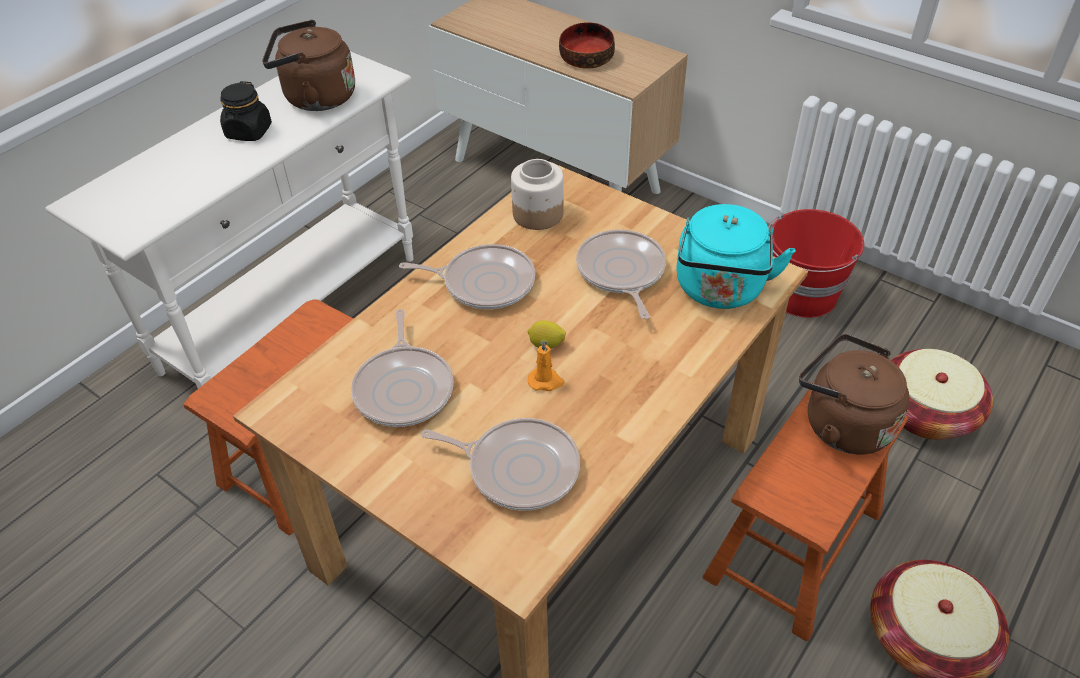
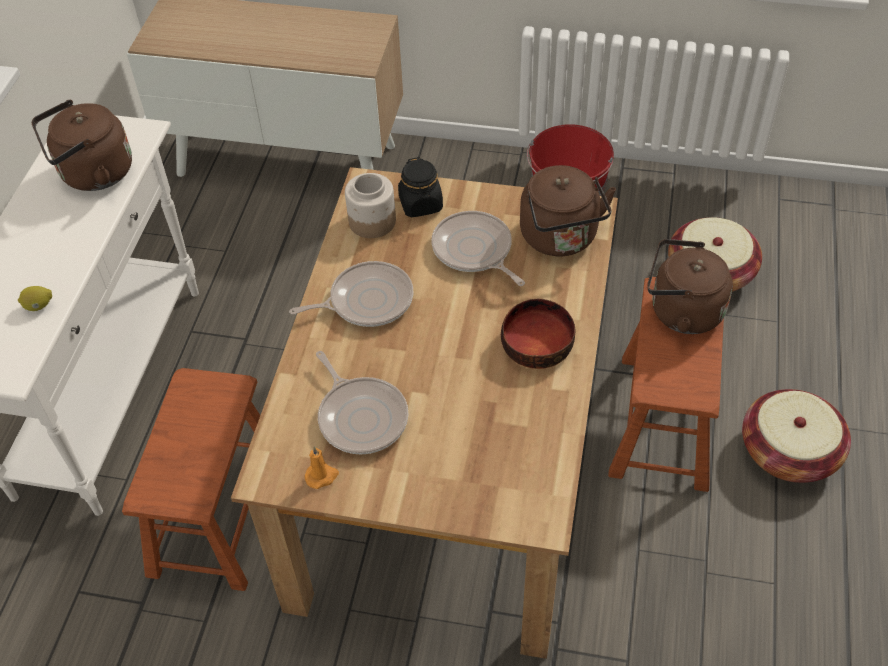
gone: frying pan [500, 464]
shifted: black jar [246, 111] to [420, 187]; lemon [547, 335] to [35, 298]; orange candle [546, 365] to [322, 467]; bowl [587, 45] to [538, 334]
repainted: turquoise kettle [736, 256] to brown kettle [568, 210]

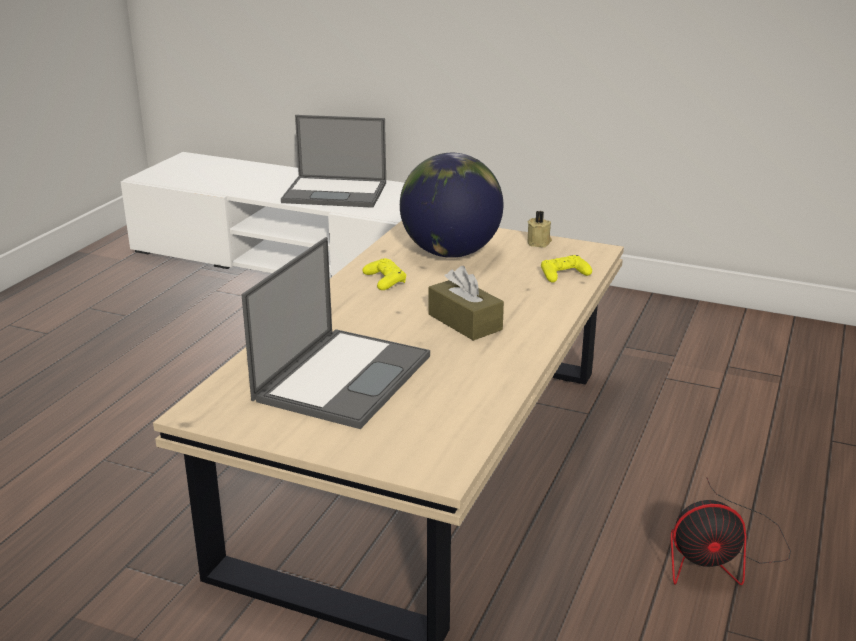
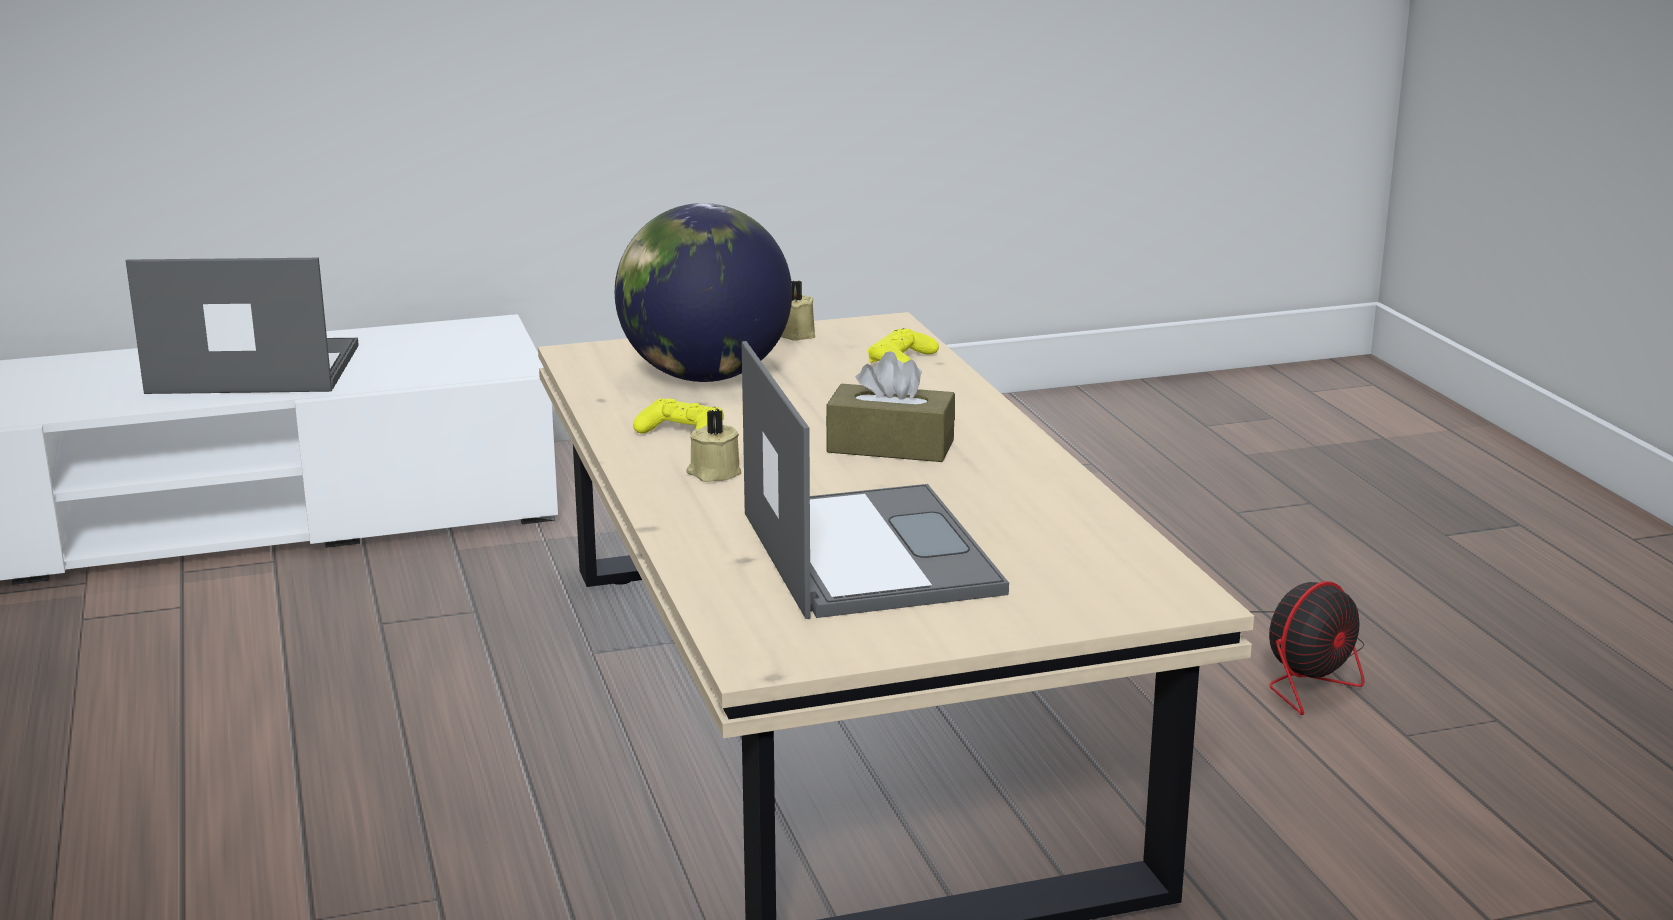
new: beige candle [713, 445]
rotated: laptop [333, 161] = [242, 326] 150 degrees counterclockwise

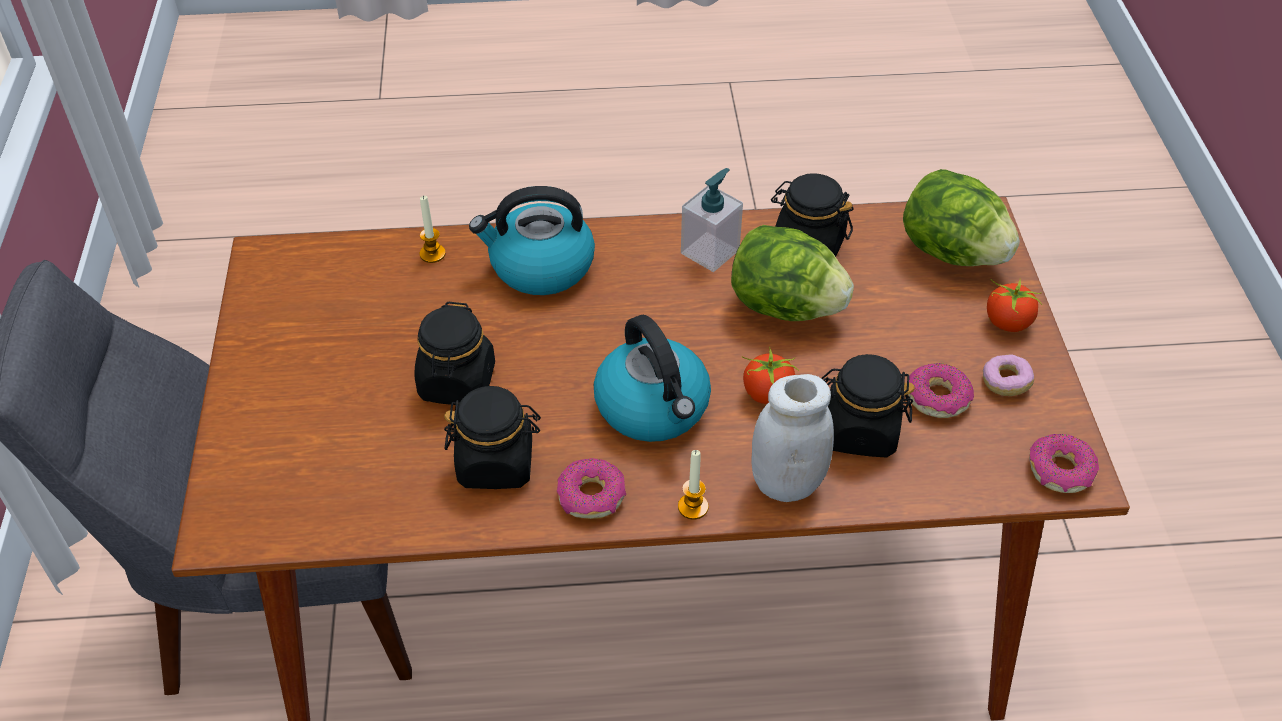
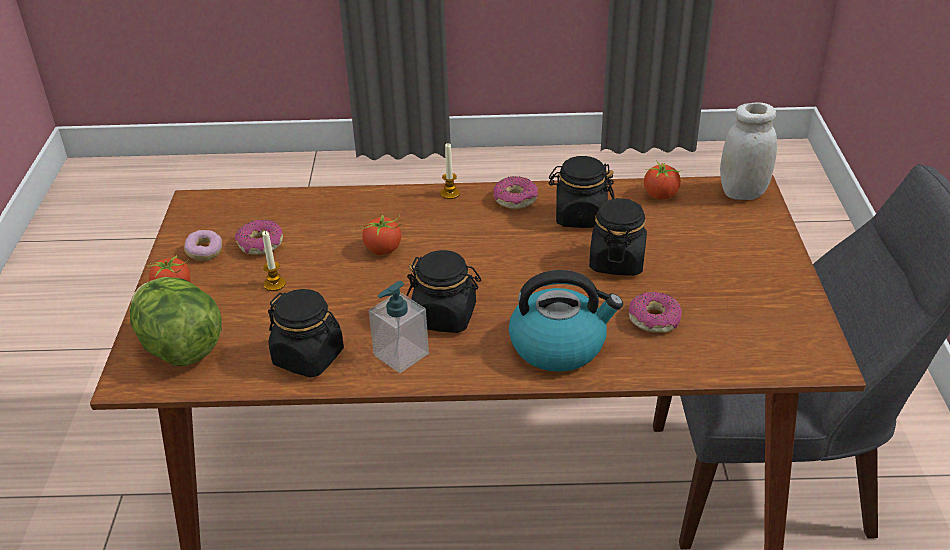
gone: kettle [652, 378]; lettuce [792, 273]
new: tomato [663, 179]
shifted: candle [433, 229] to [274, 261]; white jar [793, 438] to [748, 151]; black jar [868, 406] to [444, 291]; donut [1064, 463] to [655, 312]

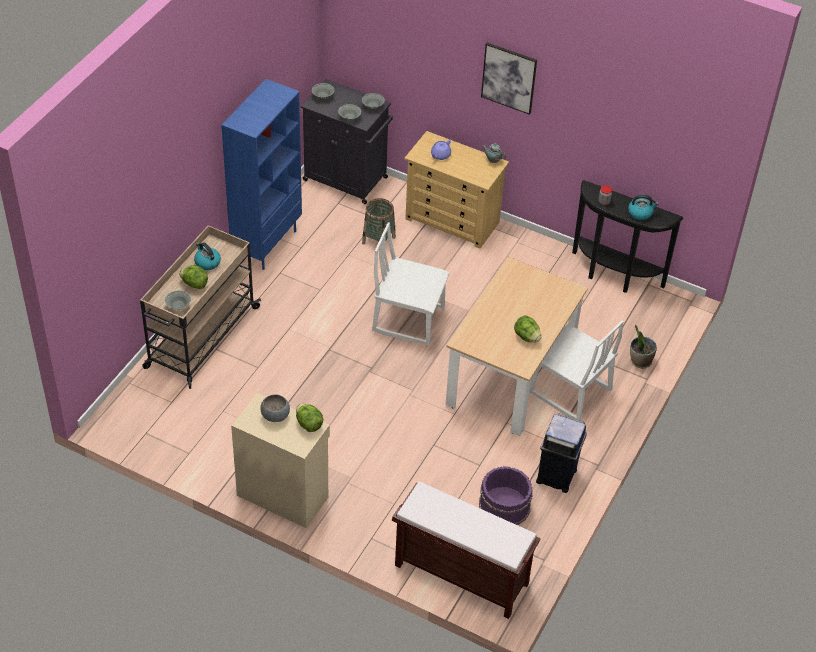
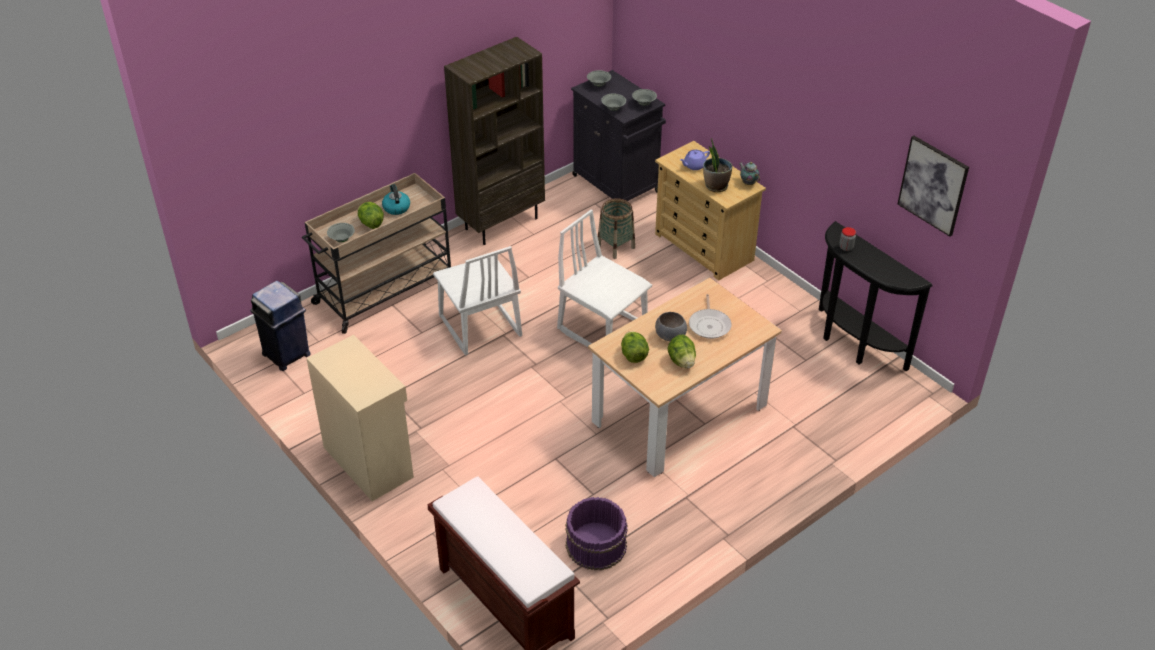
gone: kettle [643, 207]
new: frying pan [710, 316]
shifted: grey bowl [275, 408] to [671, 326]; lettuce [309, 418] to [635, 347]; picture [509, 79] to [933, 186]; white chair [577, 370] to [477, 300]; blue trash can [561, 453] to [280, 326]; potted plant [643, 347] to [717, 165]
repainted: blue bookcase [261, 174] to brown bookcase [494, 141]

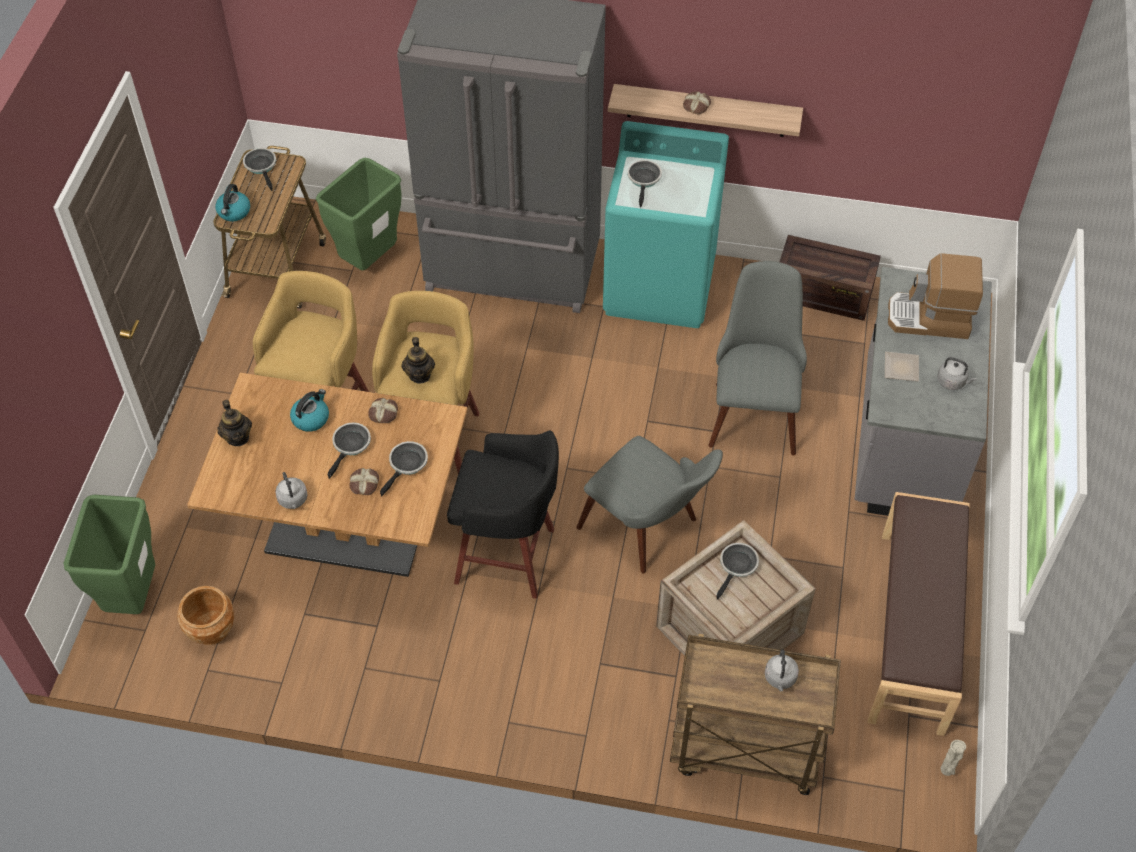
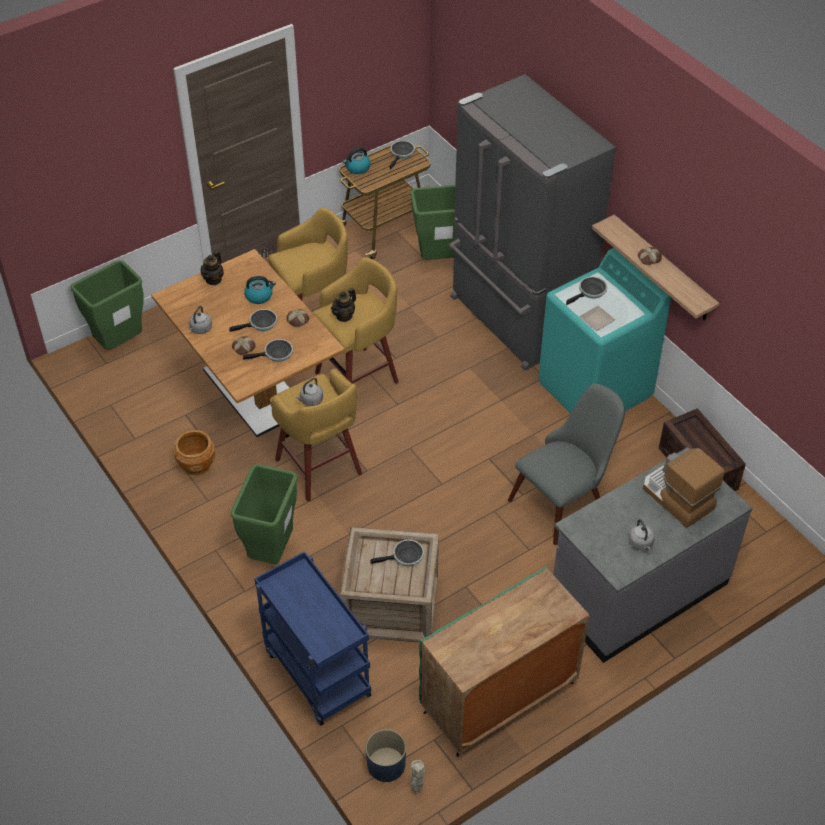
gone: grey chair [649, 504]
new: green trash can [264, 514]; blue planter [386, 755]
shifted: brown planter [205, 615] to [194, 452]; grey kettle [782, 670] to [309, 392]; plate [902, 366] to [597, 318]
swapped: brown bench [919, 614] to green cabinet [504, 661]
repainted: black stool [503, 514] to yellow stool [316, 435]; brown cart [755, 714] to blue cart [312, 638]

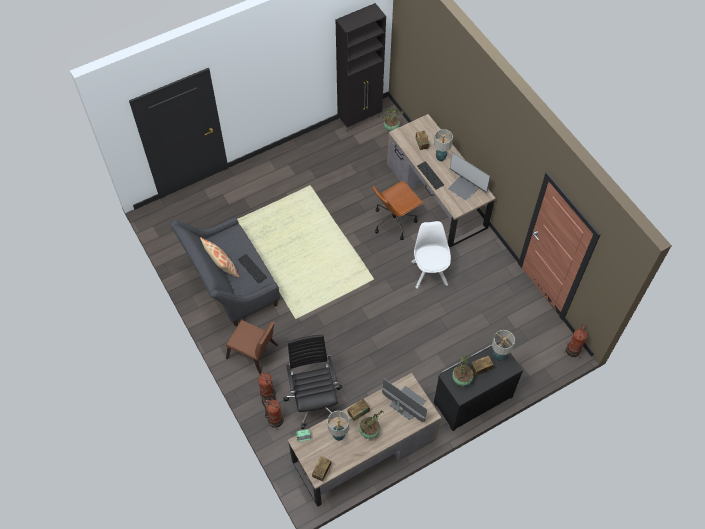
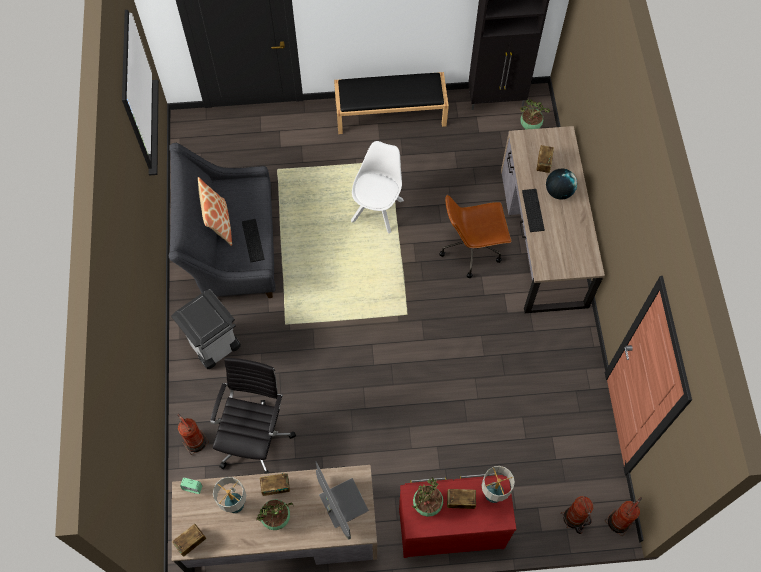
gone: monitor [469, 176]
new: black bench [391, 103]
shifted: fire extinguisher [267, 386] to [577, 515]; white chair [431, 255] to [377, 187]
swapped: brown chair [252, 347] to grey trash can [206, 329]; table lamp [443, 145] to globe [561, 184]
repainted: black dresser [478, 386] to red dresser [457, 515]

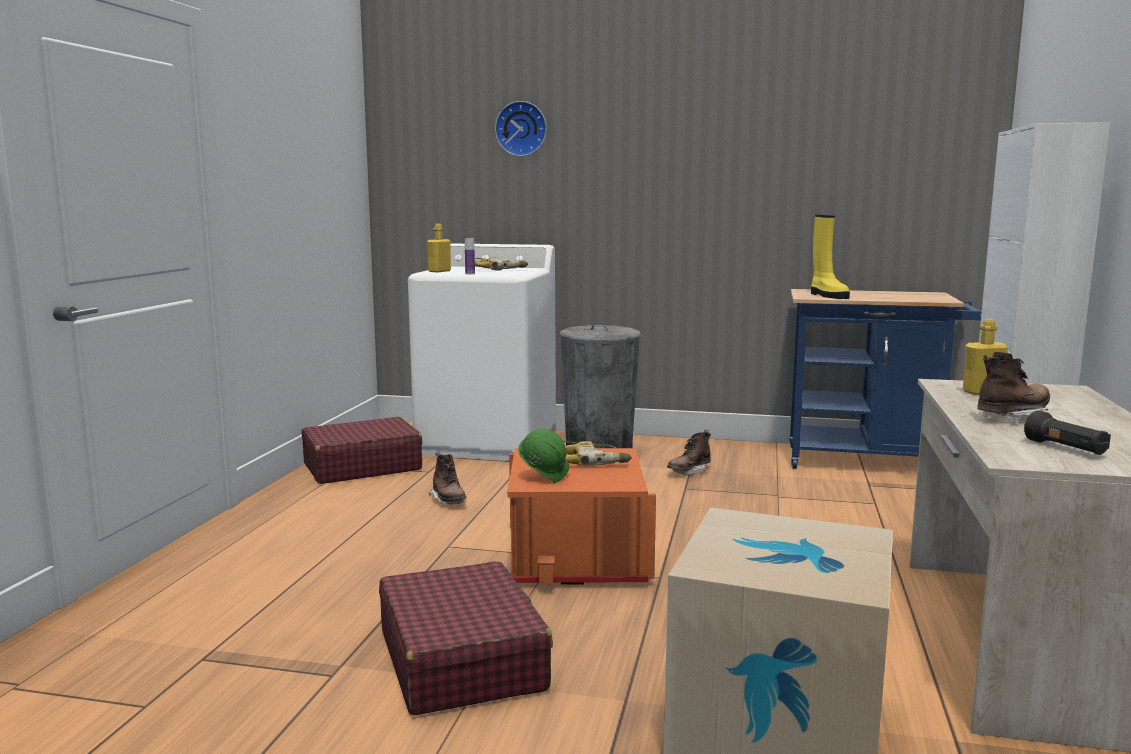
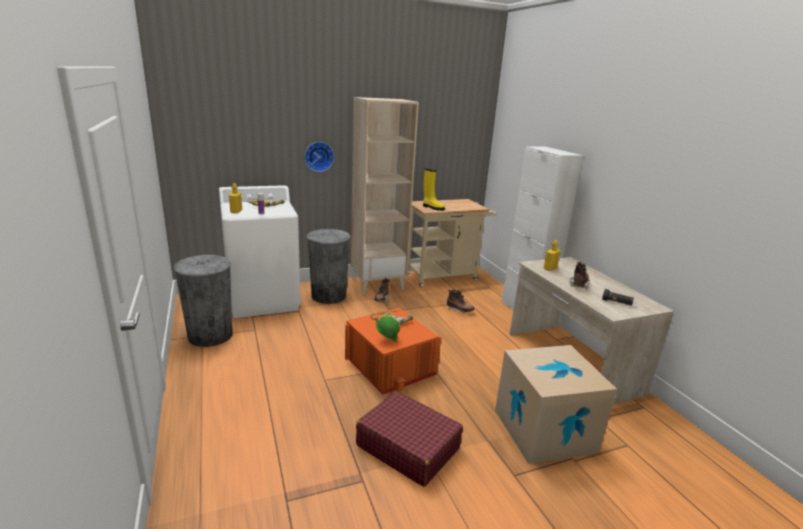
new: beige bookcase [385, 195]
shifted: brown boot [447, 478] to [461, 301]; wall clock [521, 128] to [319, 157]
swapped: red suitcase [361, 450] to grey trash can [203, 301]
repainted: blue cart [886, 379] to beige cart [452, 243]

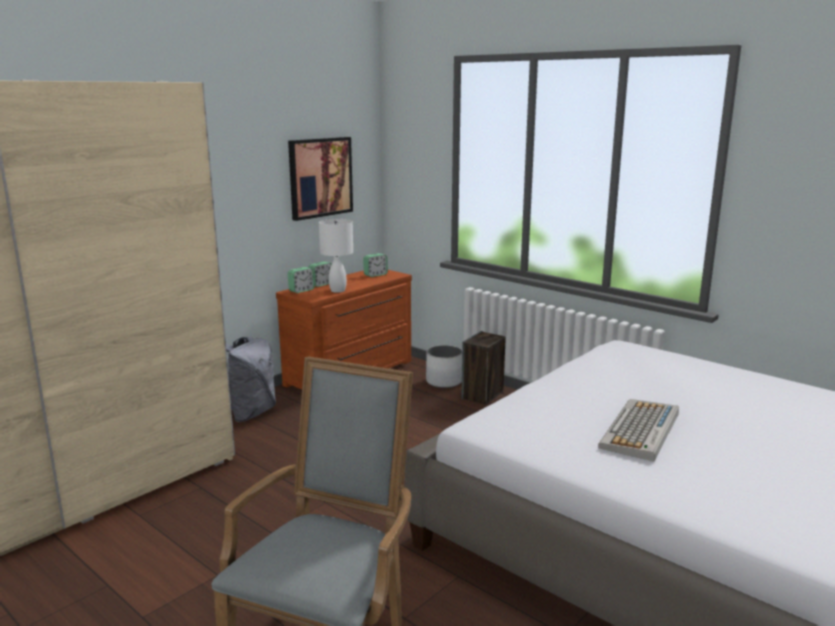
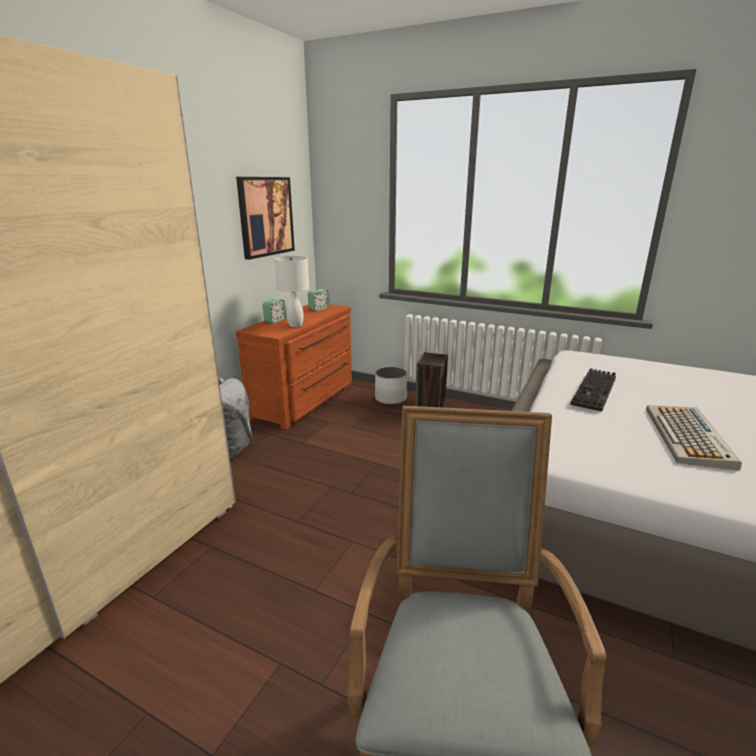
gone: alarm clock [301, 280]
new: keyboard [593, 390]

